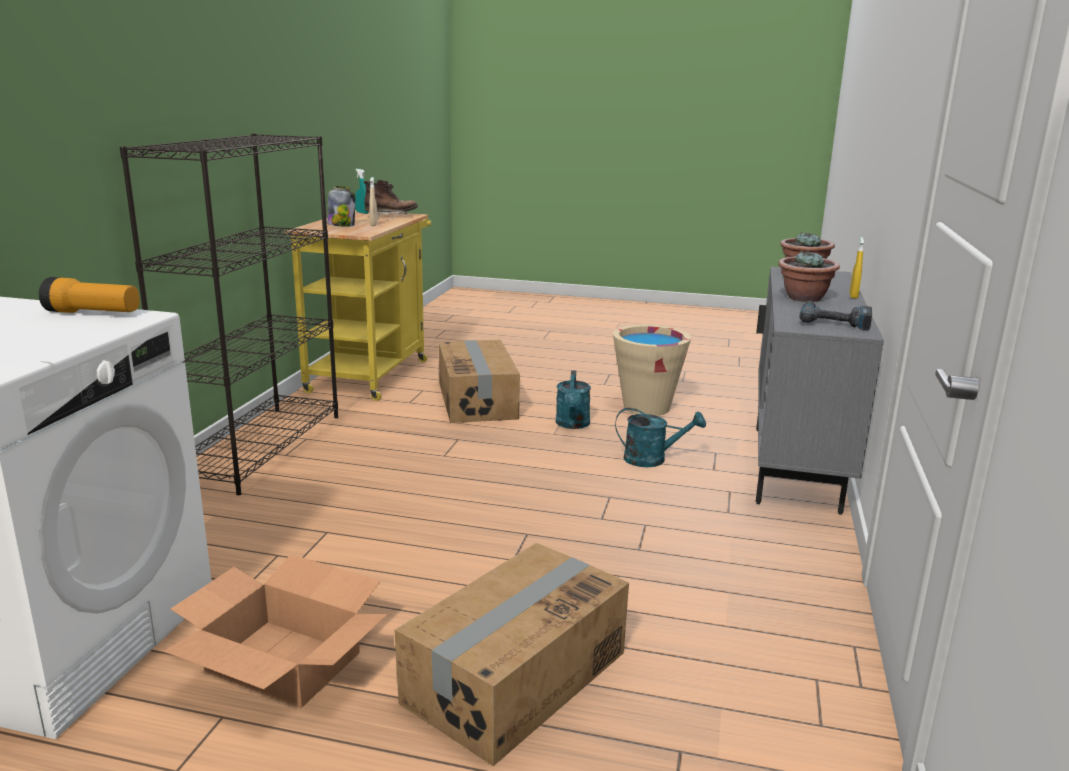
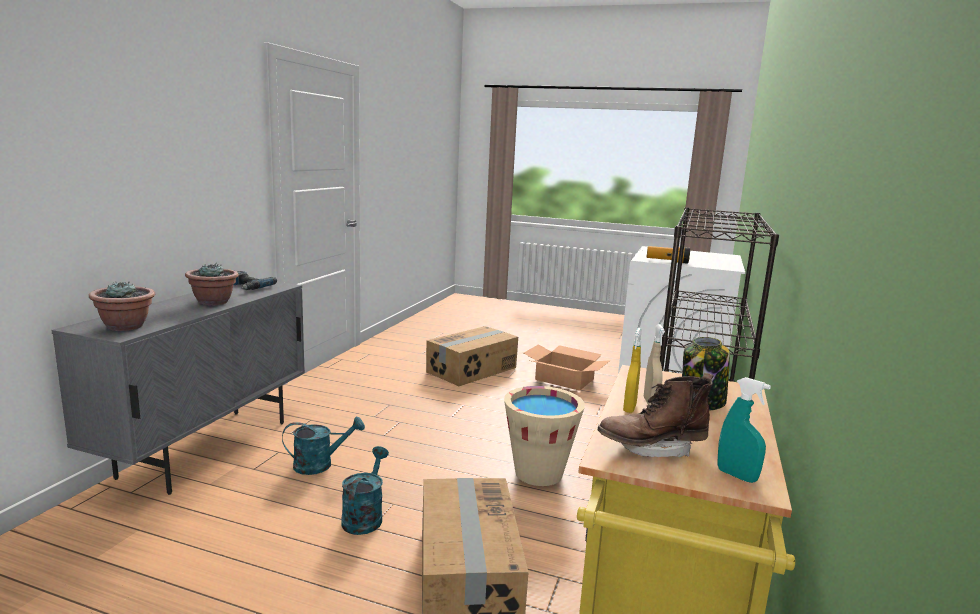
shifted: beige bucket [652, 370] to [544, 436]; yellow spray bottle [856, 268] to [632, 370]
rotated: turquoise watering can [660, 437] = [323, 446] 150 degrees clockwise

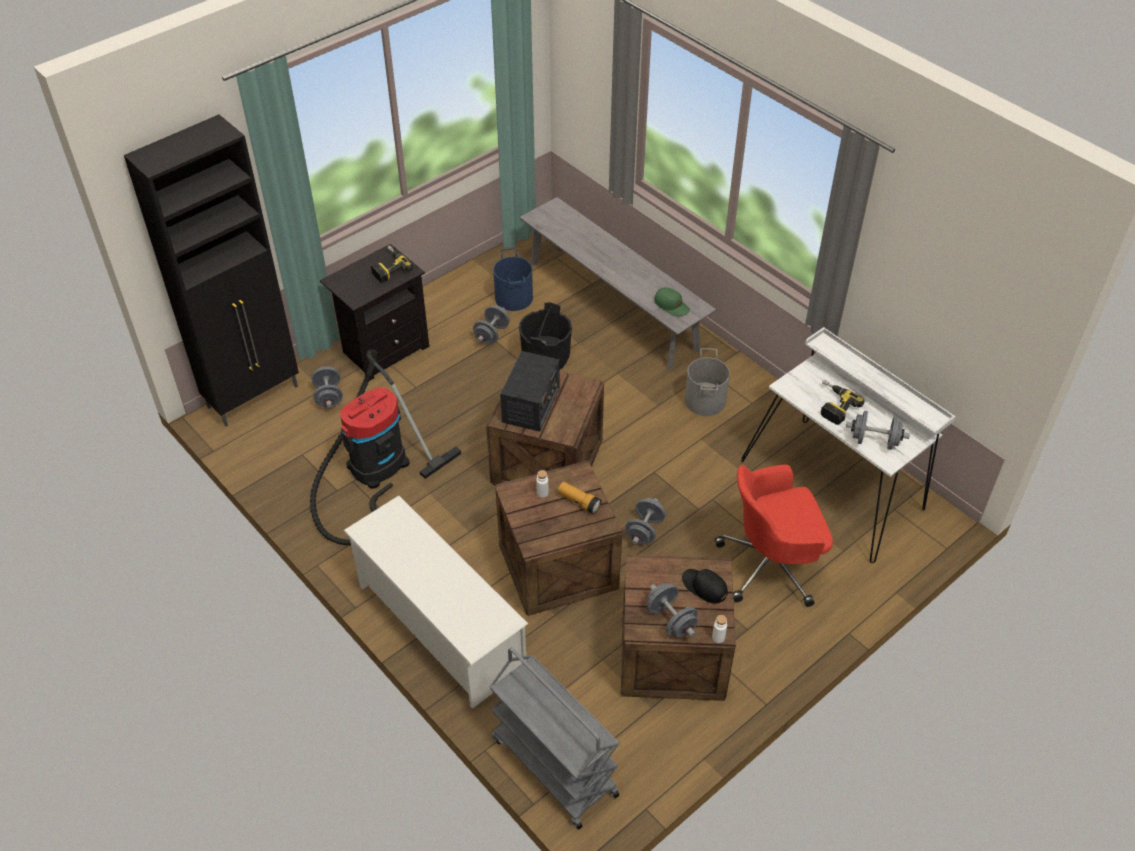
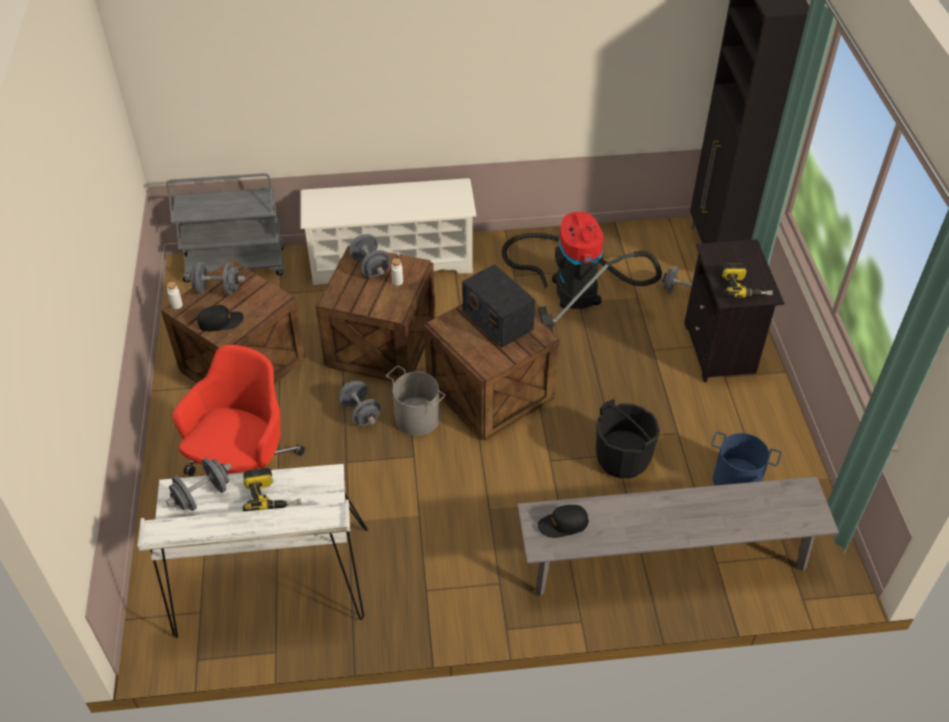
gone: flashlight [580, 498]
shifted: grey dumbbell [491, 325] to [369, 255]; grey bucket [707, 382] to [415, 401]
repainted: green cap [672, 301] to black cap [563, 521]

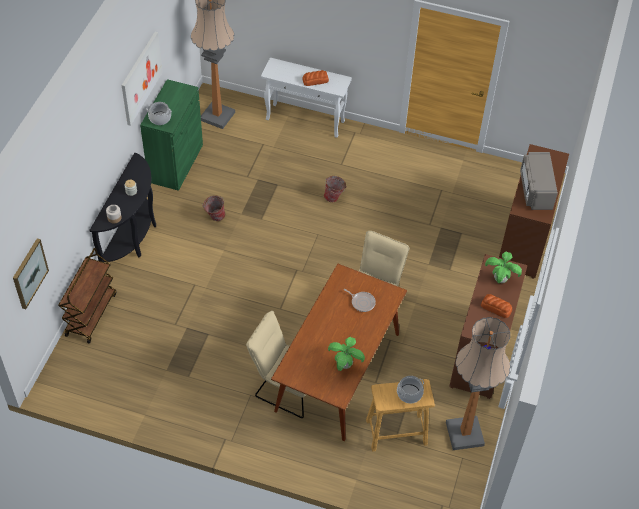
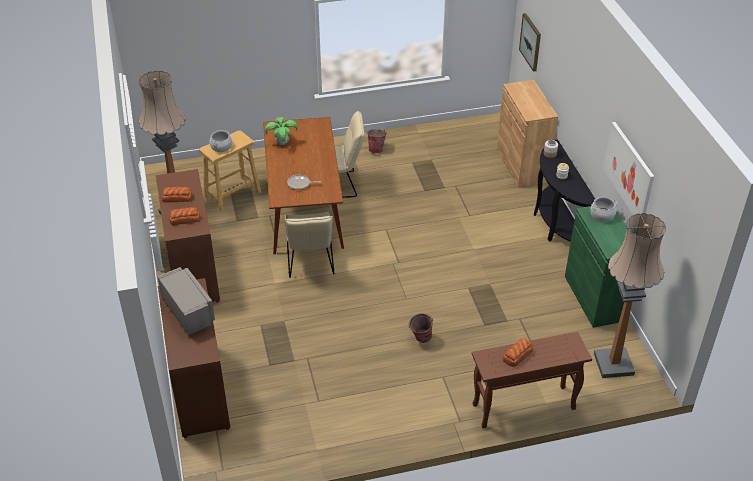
shifted: bucket [213, 208] to [377, 141]
swapped: brown cart [87, 296] to brown cabinet [527, 134]; potted plant [503, 267] to bread [184, 216]
repainted: white console table [306, 98] to brown console table [532, 380]

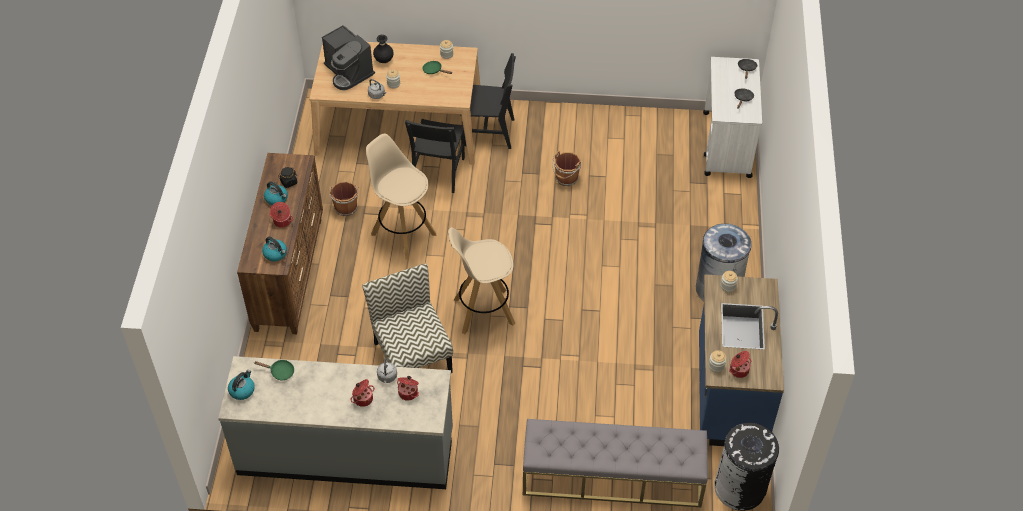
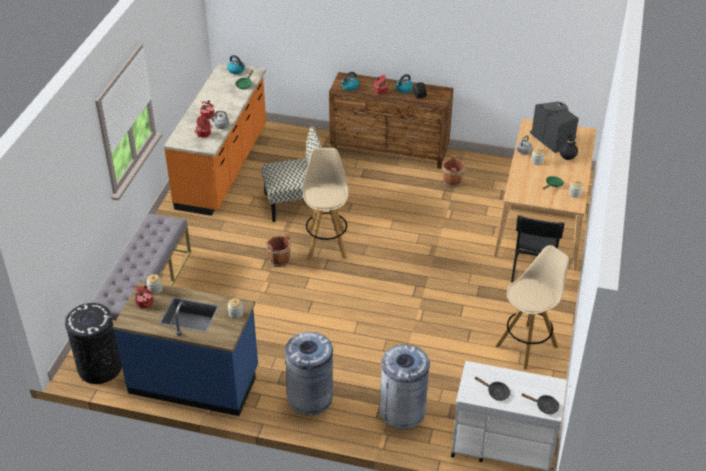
gone: black chair [435, 156]
new: grey trash can [404, 387]
shifted: beige stool [401, 197] to [532, 307]; brown bucket [566, 168] to [277, 250]
repainted: grey counter [335, 422] to orange counter [215, 139]
rotated: coffee machine [348, 57] = [554, 127] 90 degrees clockwise

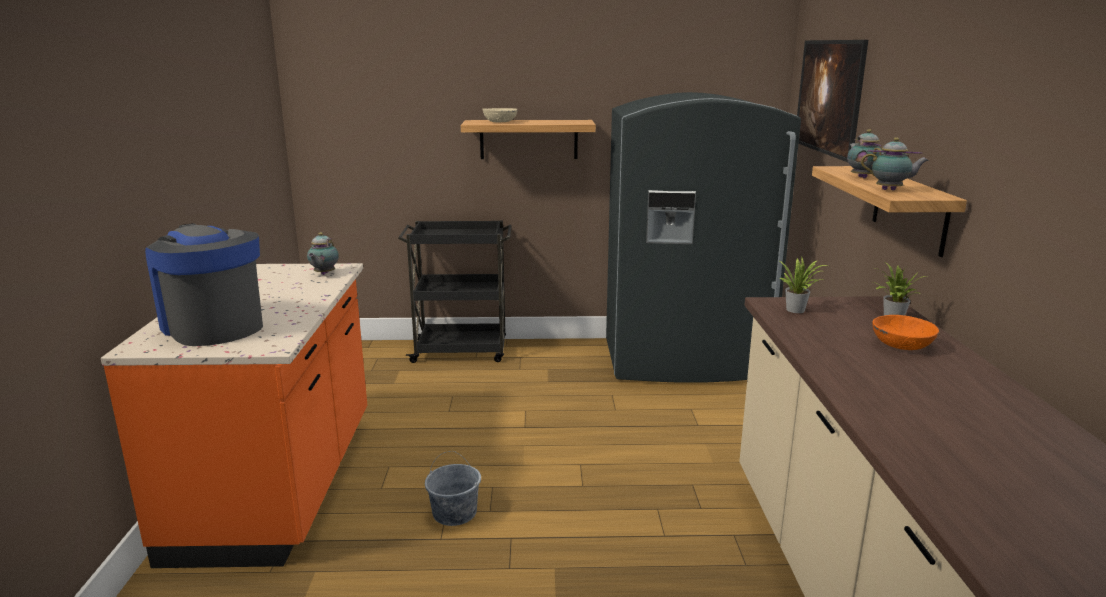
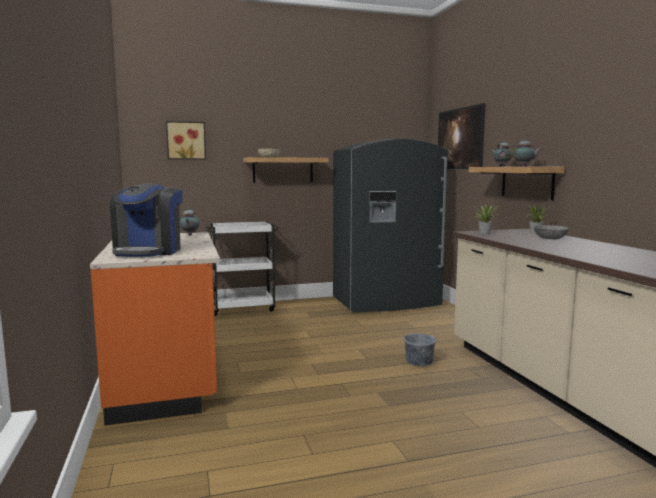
new: picture [186, 140]
shifted: grey bucket [453, 488] to [420, 343]
repainted: black cart [455, 292] to white cart [242, 269]; orange bowl [905, 332] to grey bowl [551, 232]
rotated: coffee machine [204, 284] = [146, 220] 120 degrees counterclockwise

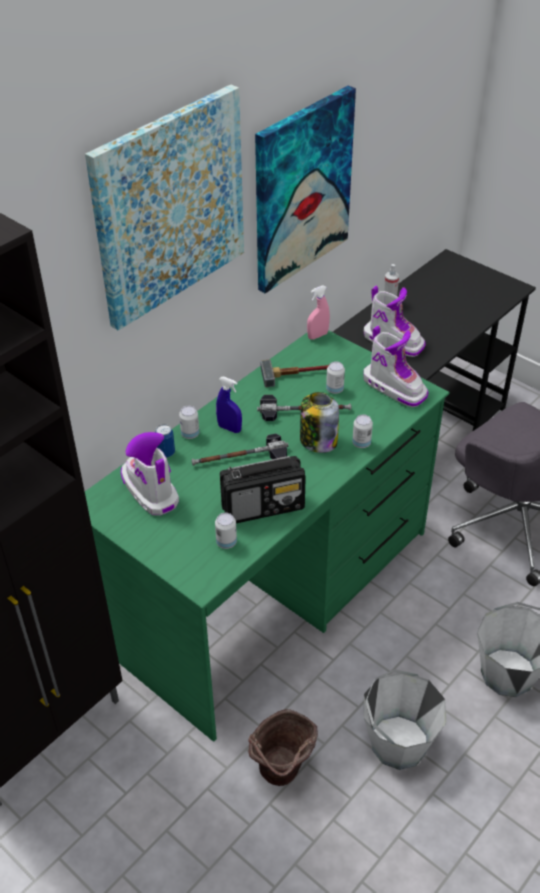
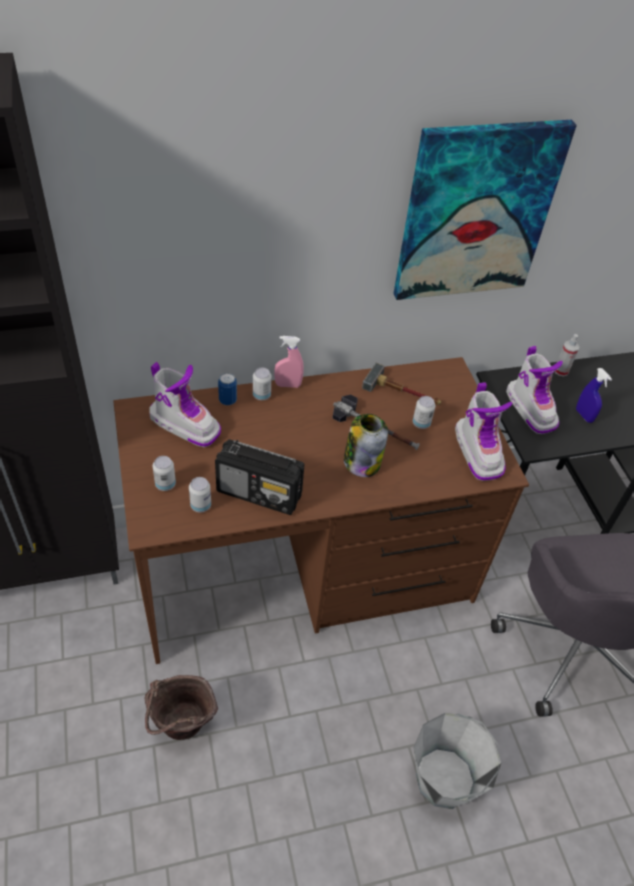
gone: picture [164, 207]; hammer [240, 450]; grey bucket [405, 719]
shifted: blue spray bottle [229, 404] to [594, 395]; pink spray bottle [318, 312] to [289, 362]; can [362, 431] to [164, 473]
repainted: green desk [267, 536] to brown desk [321, 510]
rotated: boot [150, 474] = [185, 404] 120 degrees clockwise

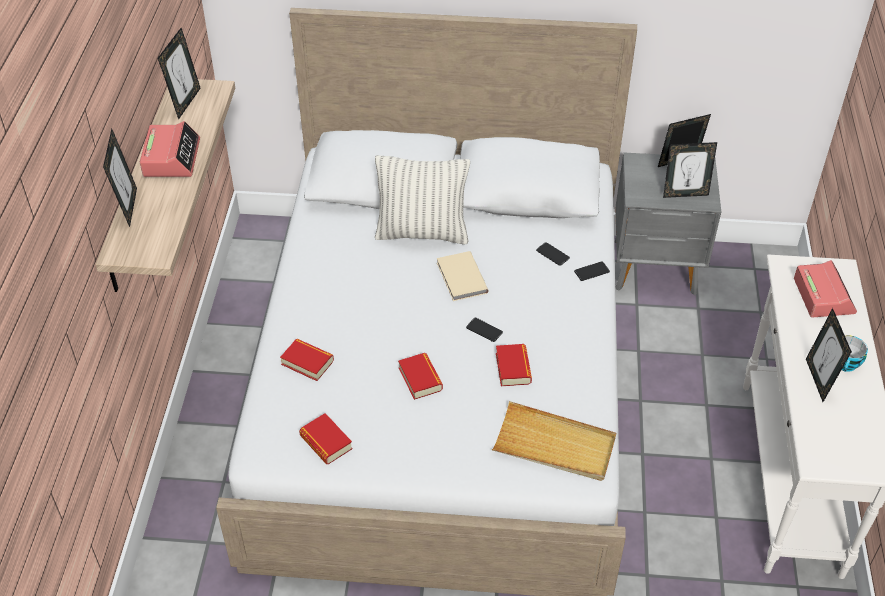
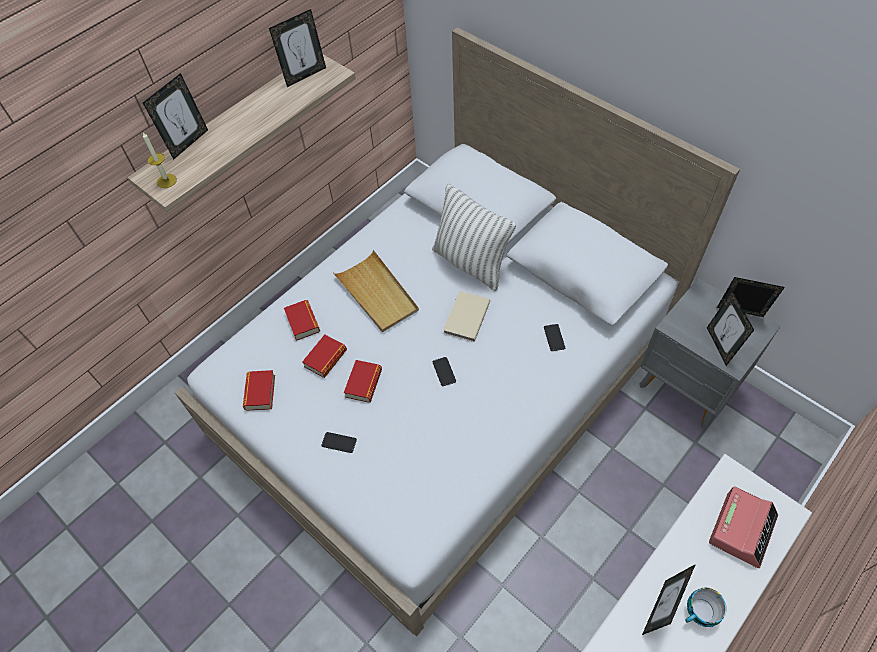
gone: alarm clock [170, 149]
new: candle [160, 160]
shifted: beige tray [554, 441] to [376, 291]; book [514, 365] to [324, 356]; phone [592, 271] to [339, 442]
rotated: picture frame [690, 170] = [730, 328] 45 degrees clockwise

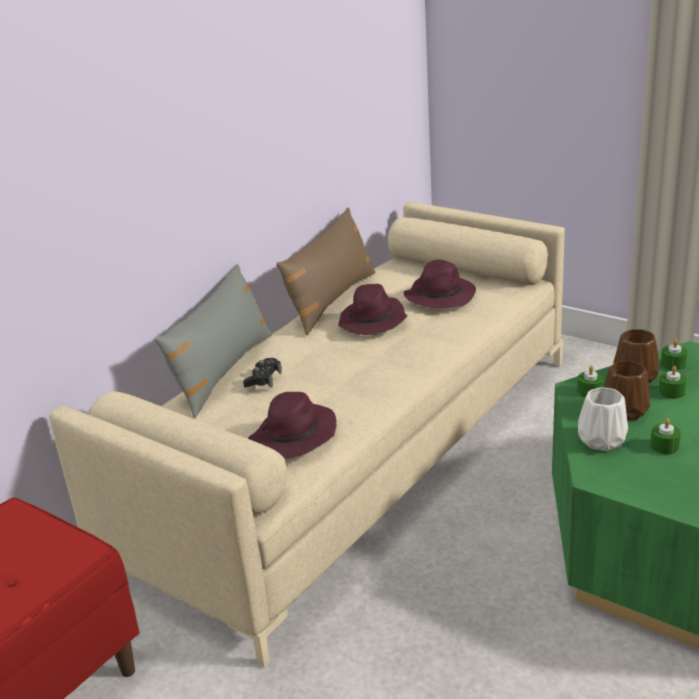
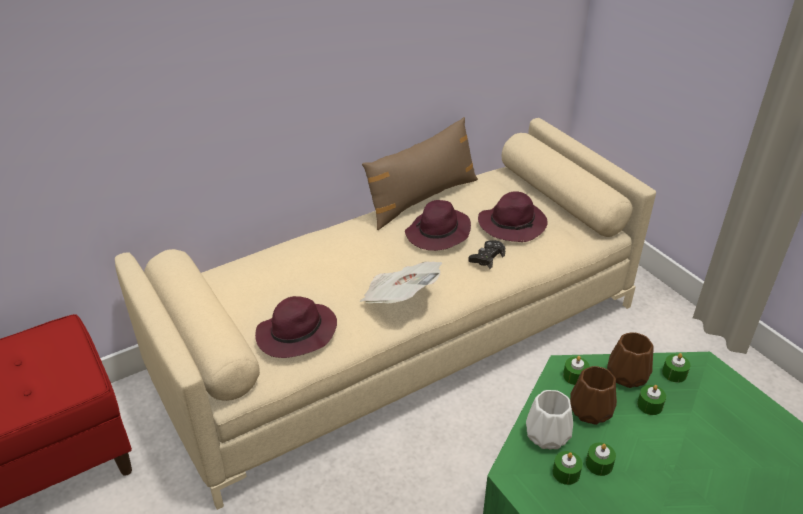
gone: grey pillow [213, 341]
new: newspaper [401, 282]; green candle [567, 468]
shifted: black game controller [262, 373] to [486, 254]

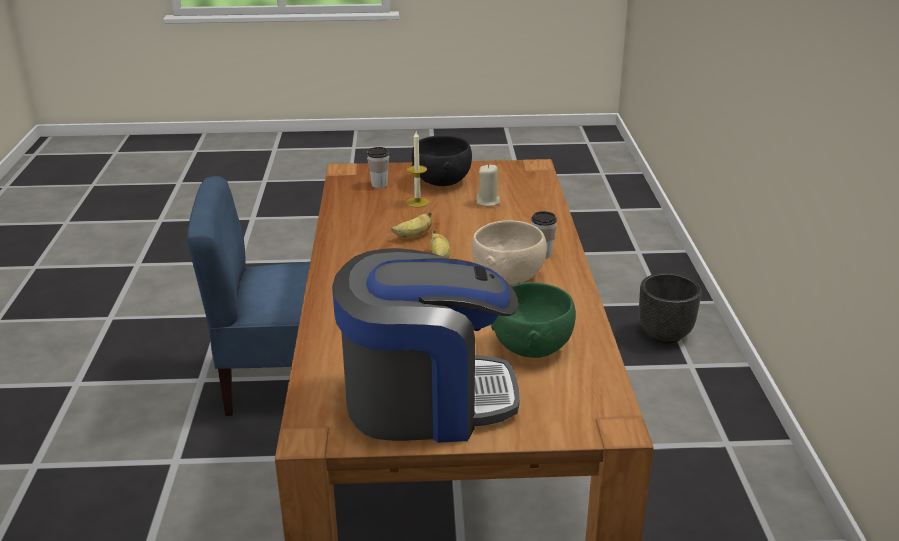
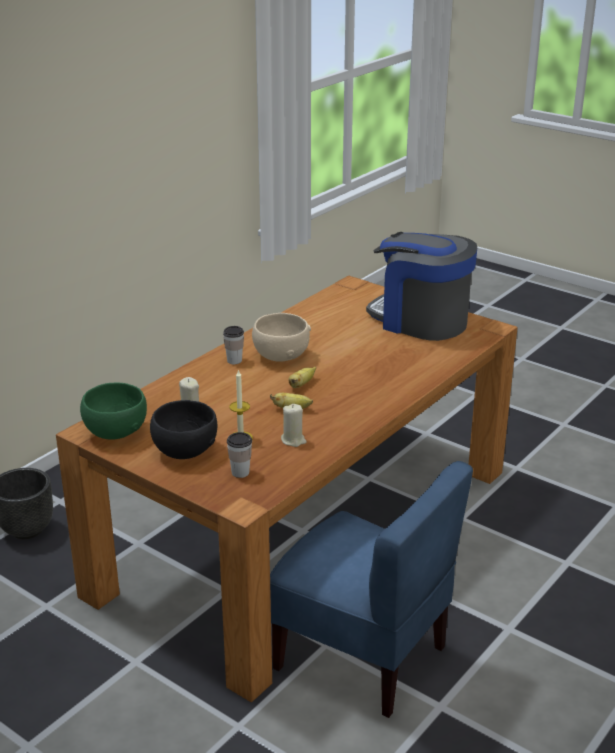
new: beige candle [294, 425]
shifted: green bowl [533, 320] to [113, 411]

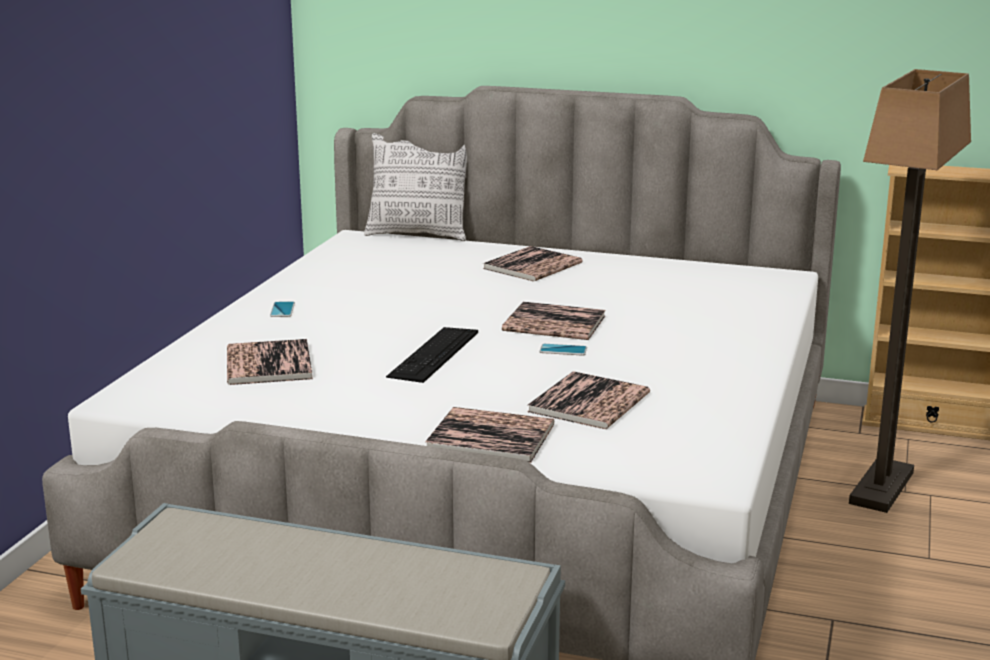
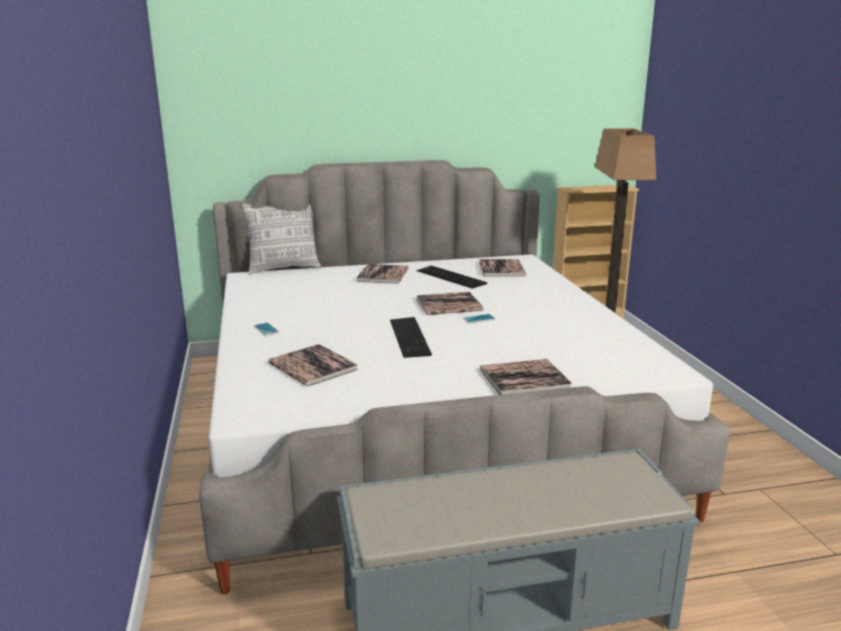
new: keyboard [451, 277]
shifted: book [588, 400] to [502, 268]

